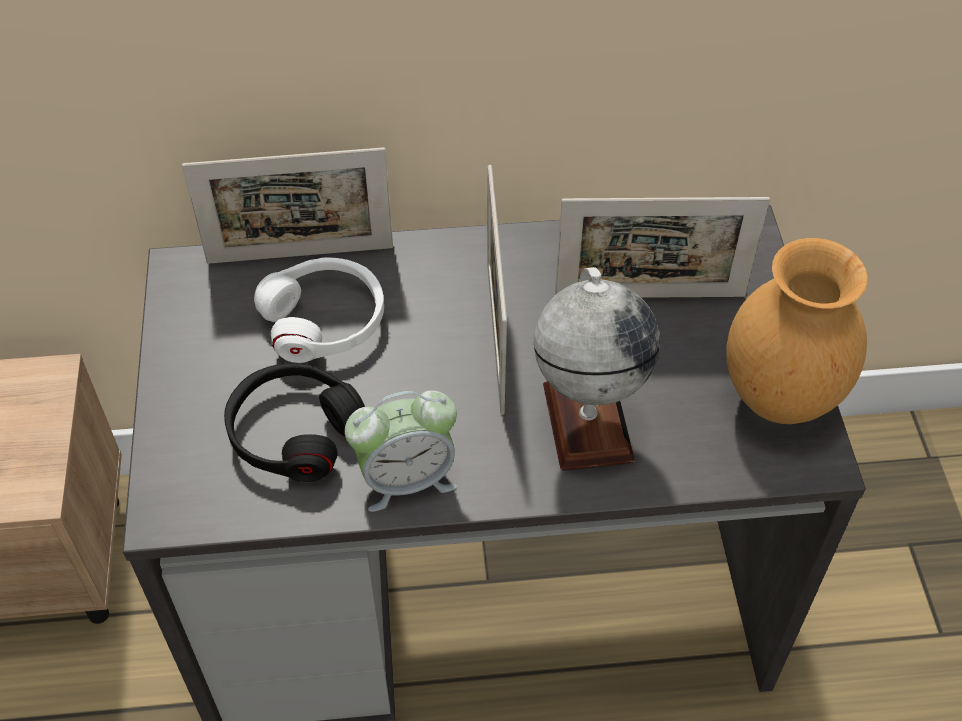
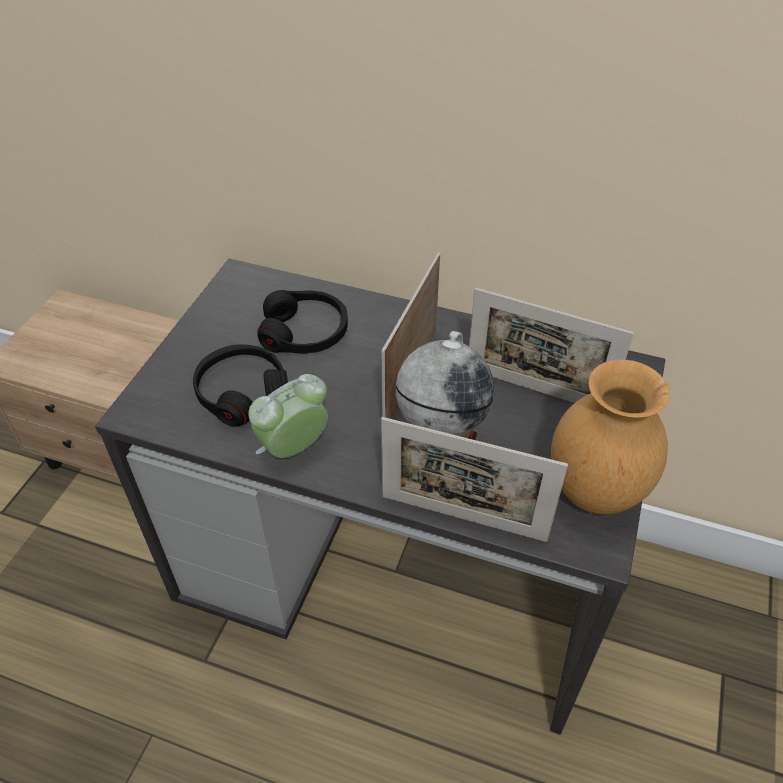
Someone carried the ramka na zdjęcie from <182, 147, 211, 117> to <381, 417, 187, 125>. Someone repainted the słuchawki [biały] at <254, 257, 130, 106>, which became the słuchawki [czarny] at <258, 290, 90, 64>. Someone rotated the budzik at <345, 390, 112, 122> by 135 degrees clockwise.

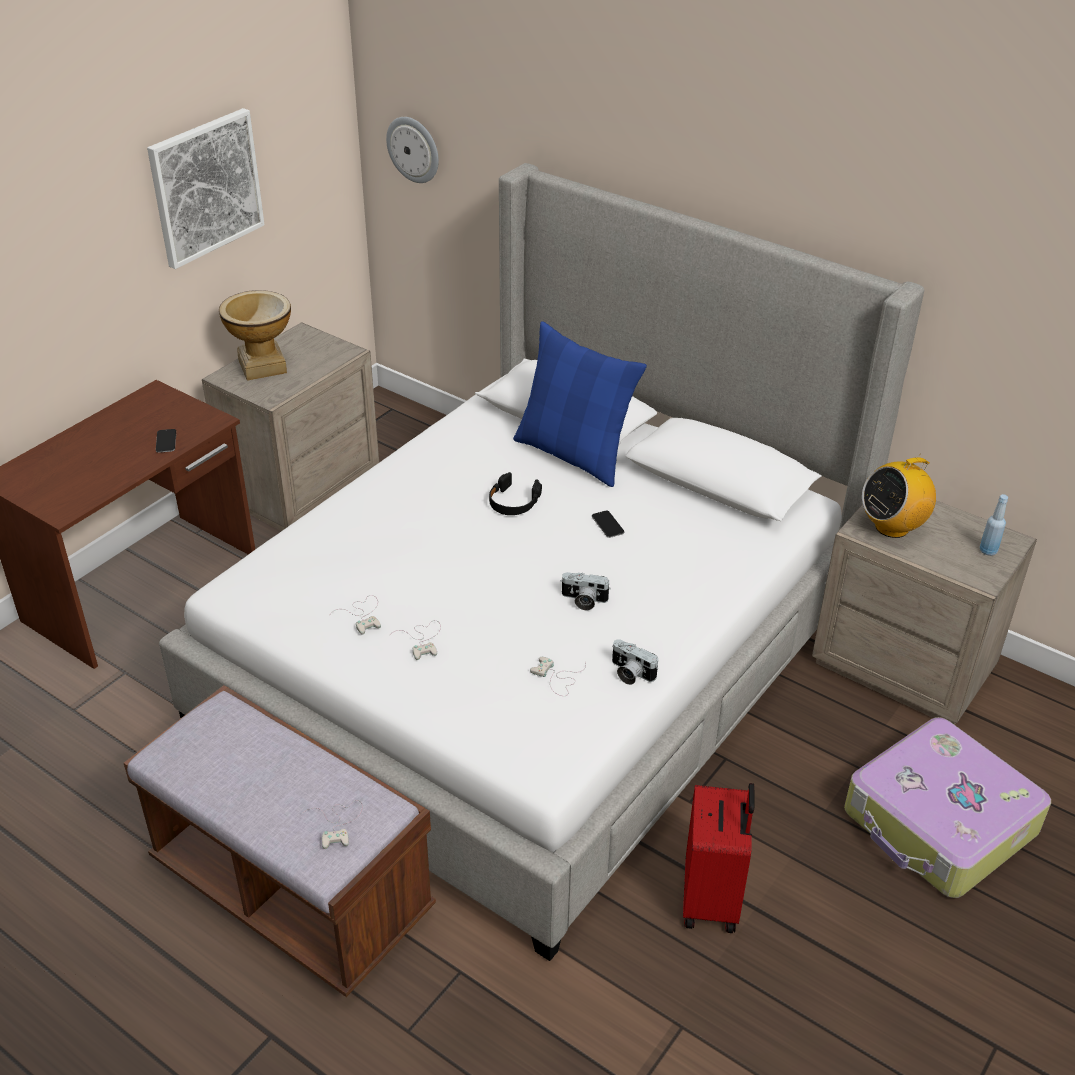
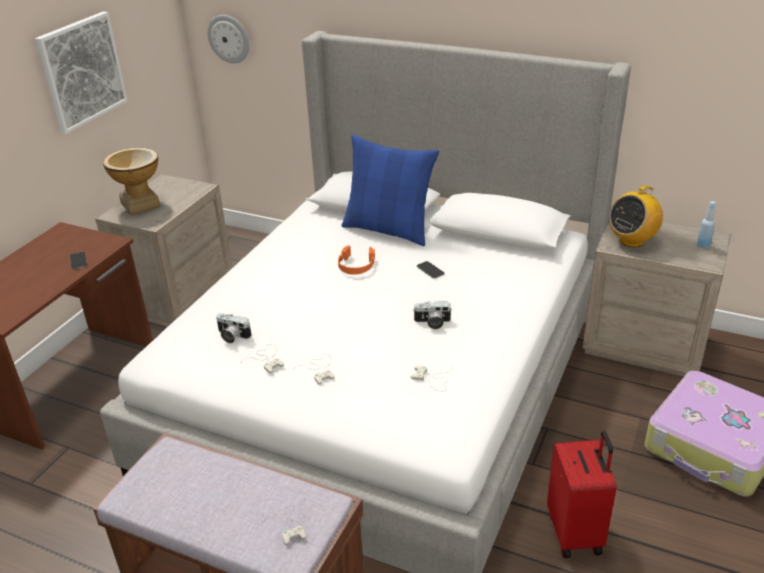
Someone carried the aparat fotograficzny from <612, 639, 46, 46> to <216, 313, 36, 30>. Someone repainted the słuchawki [czarny] at <489, 472, 53, 43>, which became the słuchawki [pomarańczowy] at <338, 245, 37, 30>.

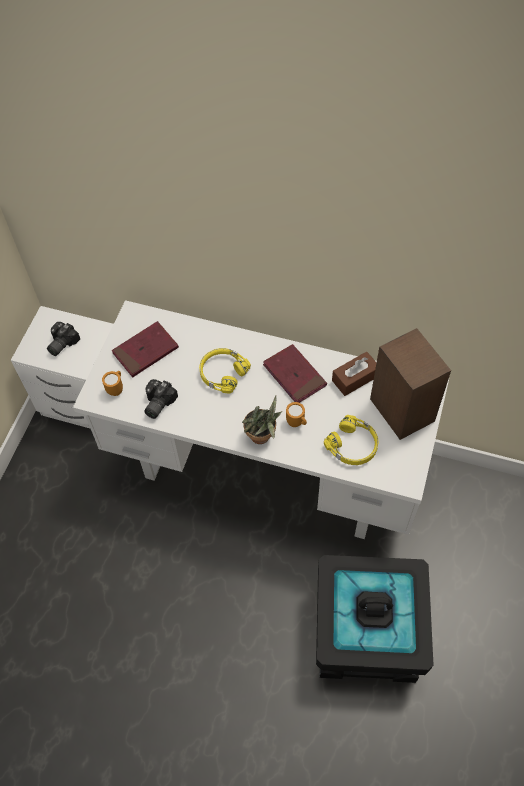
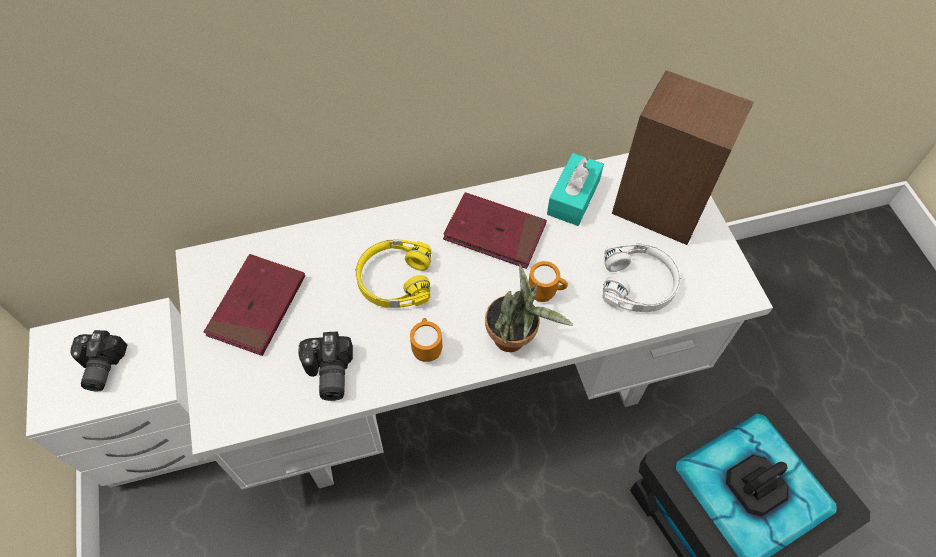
Someone carried the kubek [pomarańczowy] from <102, 371, 21, 25> to <410, 318, 32, 44>. Someone repainted the słuchawki [żółty] at <324, 415, 54, 50>, which became the słuchawki [biały] at <602, 243, 79, 69>. Someone repainted the pudełko chusteczek [brązowy] at <332, 352, 45, 44>, which became the pudełko chusteczek [turkusowy] at <547, 153, 57, 73>.

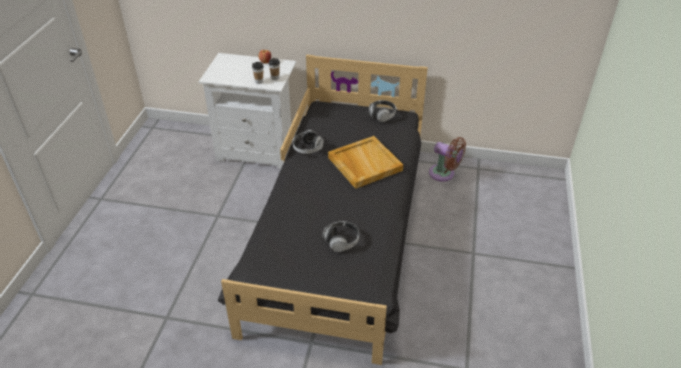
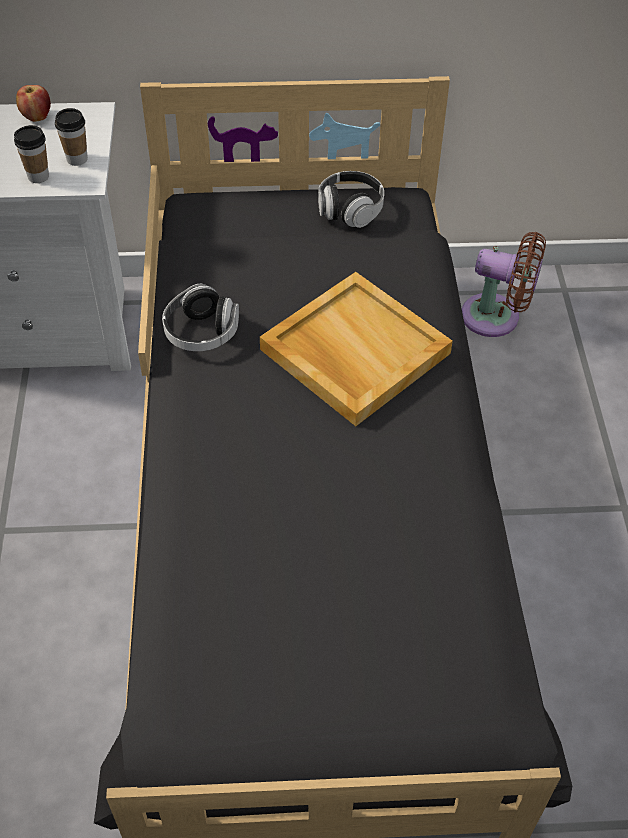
Someone took away the słuchawki at <322, 221, 37, 31>.

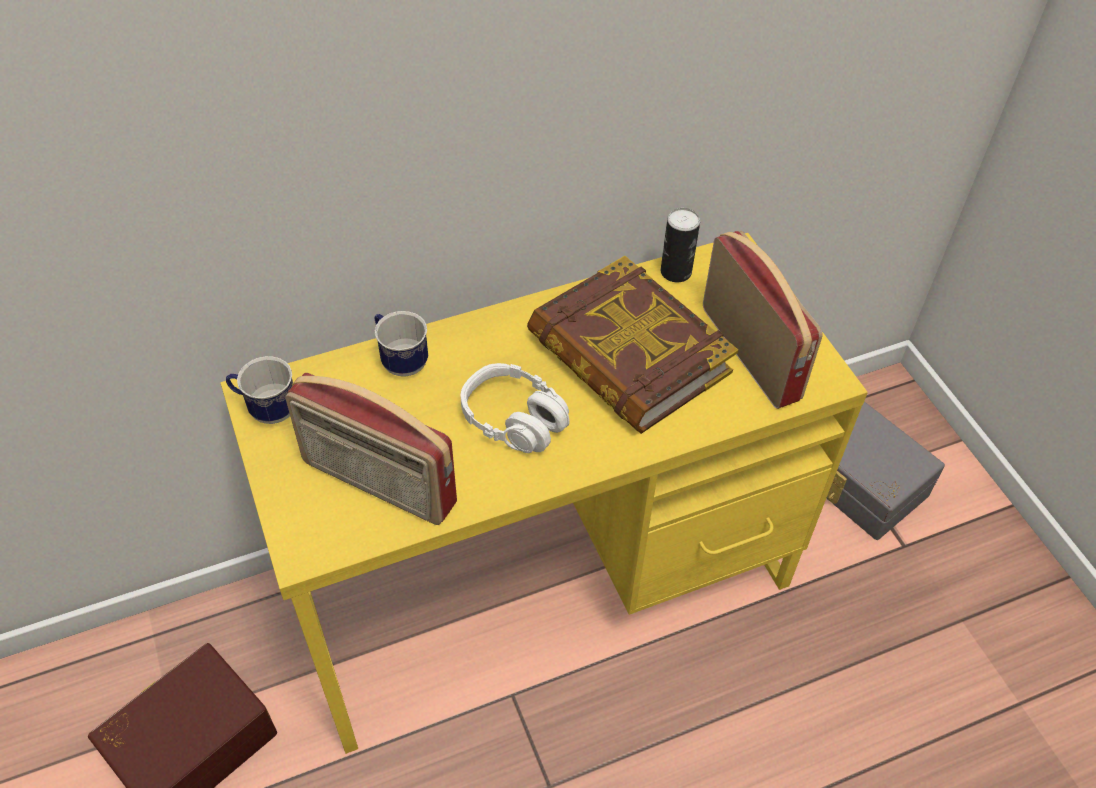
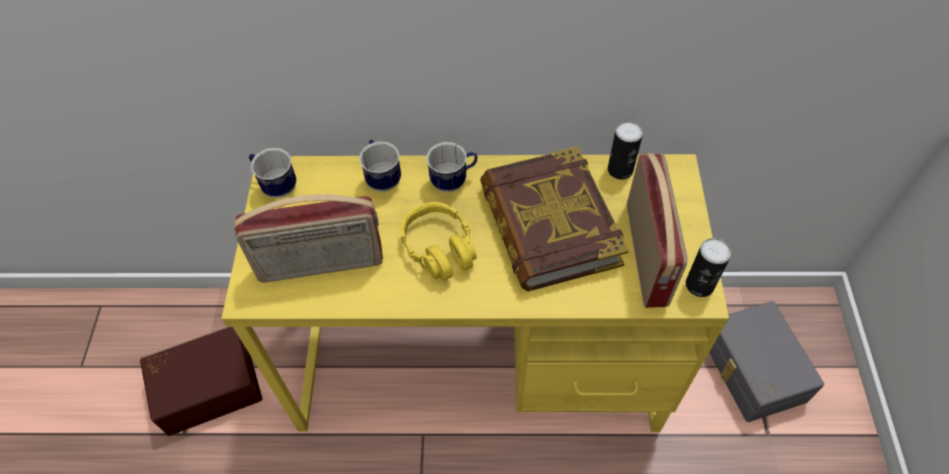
Someone put down the kubek at <426, 142, 52, 50>. Someone put down the puszka at <686, 238, 45, 59>. Someone repainted the słuchawki [biały] at <460, 363, 110, 90>, which became the słuchawki [żółty] at <401, 202, 76, 79>. Someone rotated the radio at <285, 373, 172, 152> by 60 degrees counterclockwise.

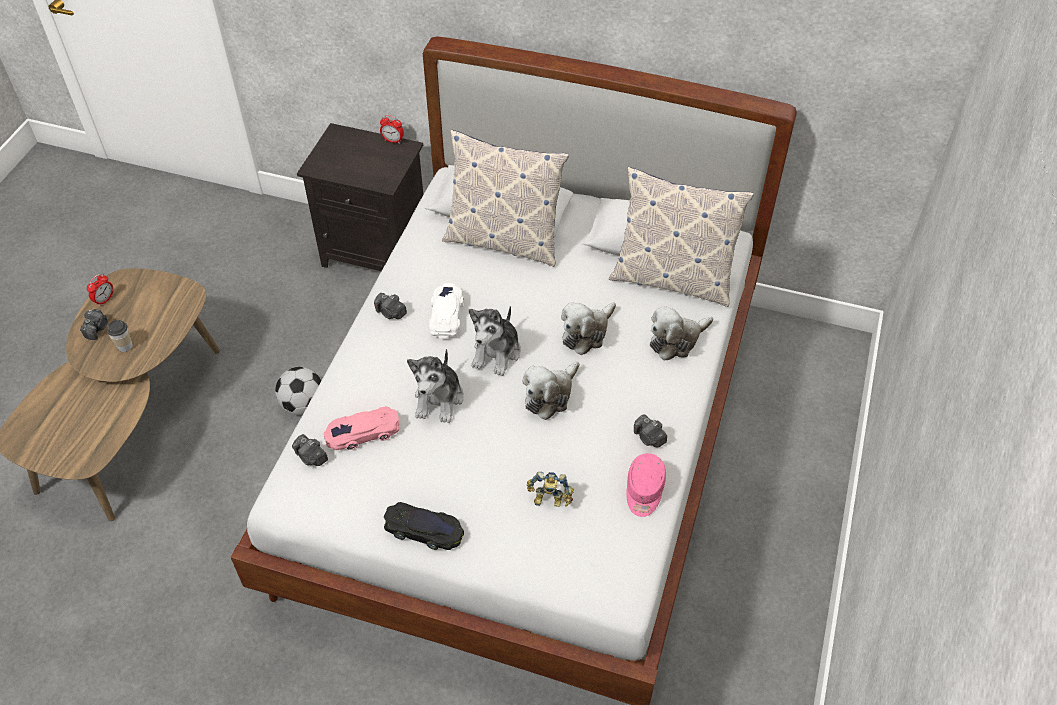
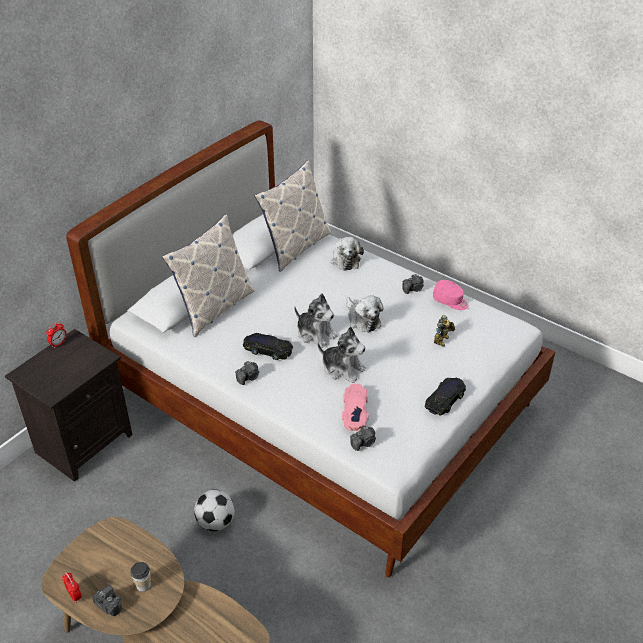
Someone took away the pluszak at <561, 302, 55, 53>. Someone repainted the samochodzik [biały] at <429, 283, 35, 55>, which became the samochodzik [czarny] at <243, 333, 50, 27>.

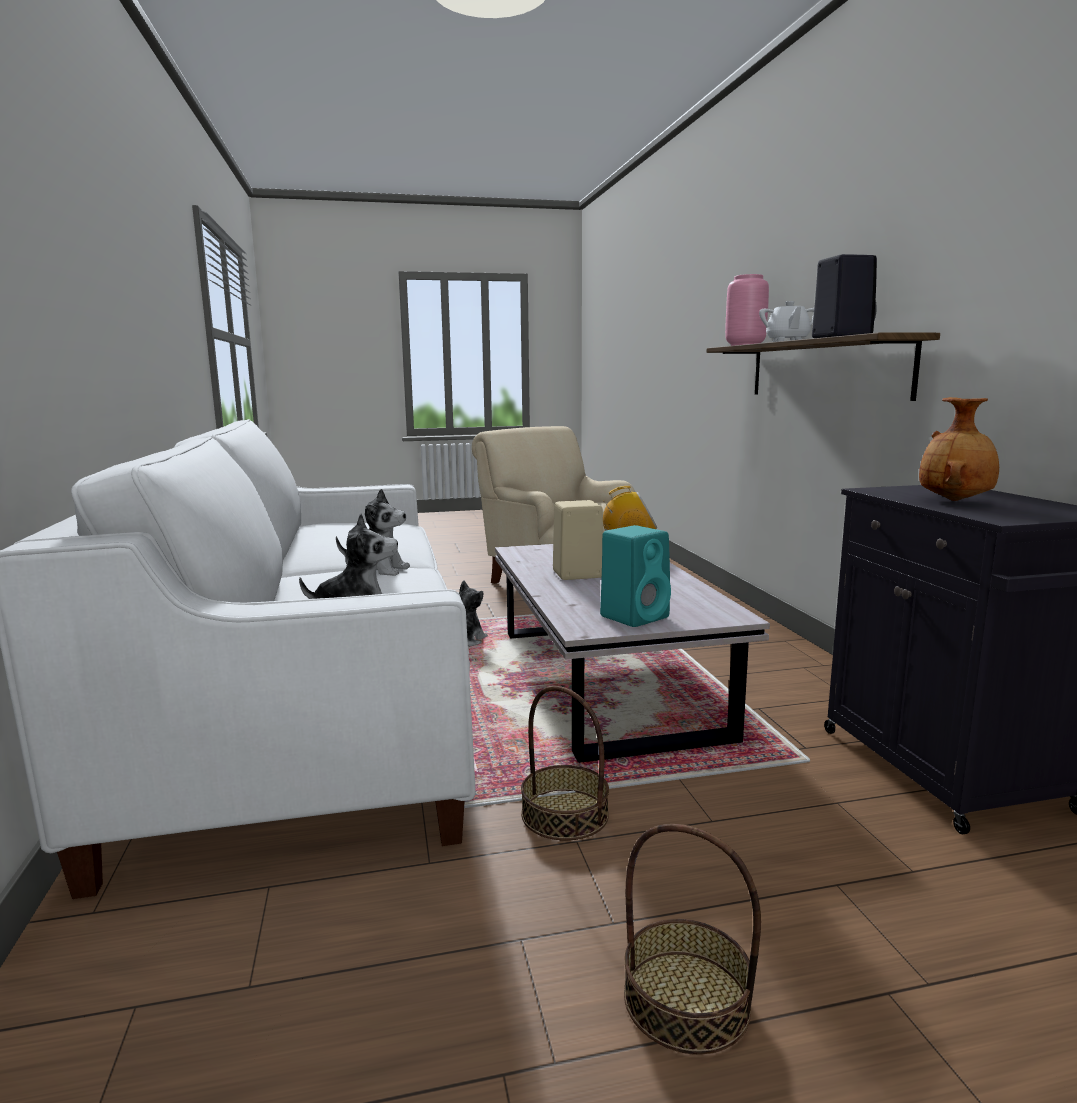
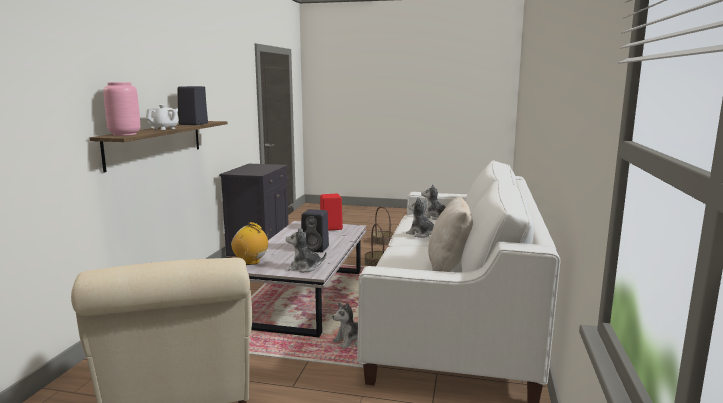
Someone took away the wazon [brązowy] at <919, 397, 80, 104>. Someone put down the pluszak at <286, 228, 40, 44>. Someone put down the poduszka [beżowy] at <428, 196, 45, 76>. Someone repainted the głośnik [beżowy] at <553, 500, 50, 80>, which became the głośnik [czarny] at <301, 209, 28, 43>. Someone repainted the głośnik [turkusowy] at <600, 525, 71, 102>, which became the głośnik [czerwony] at <320, 194, 23, 37>.

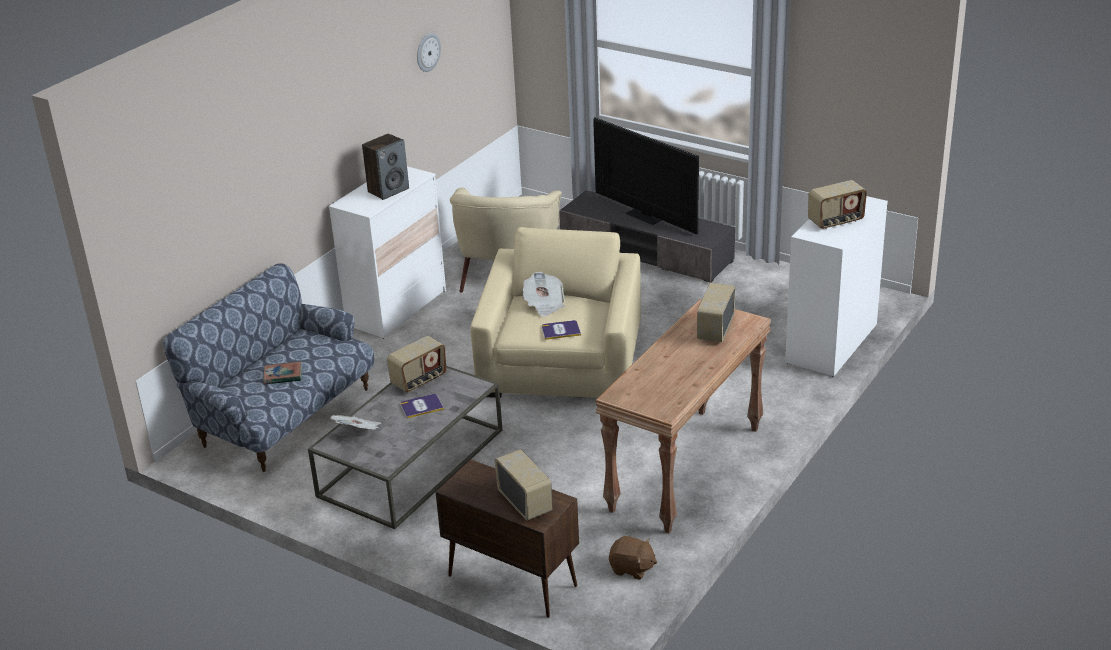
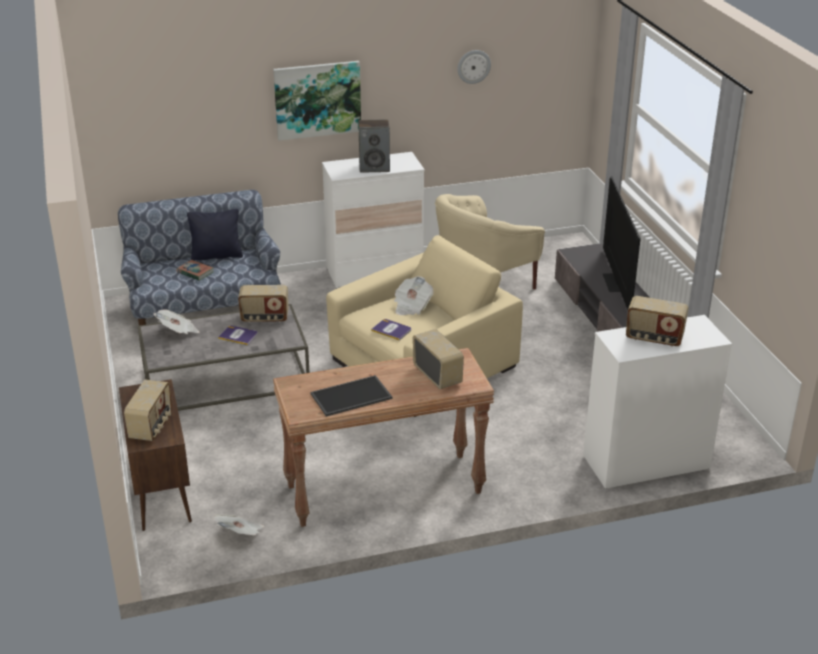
Someone put down the poduszka [czarny] at <187, 209, 56, 52>. Someone put up the obraz at <273, 61, 88, 80>. Someone put down the taca at <310, 375, 83, 42>. Someone swapped the pluszak [brązowy] at <609, 536, 48, 44> for the gazeta at <213, 515, 51, 21>. Someone rotated the radio at <697, 283, 38, 59> by 90 degrees clockwise.

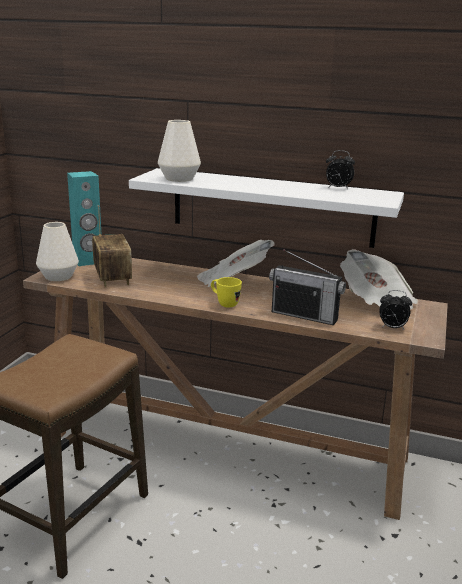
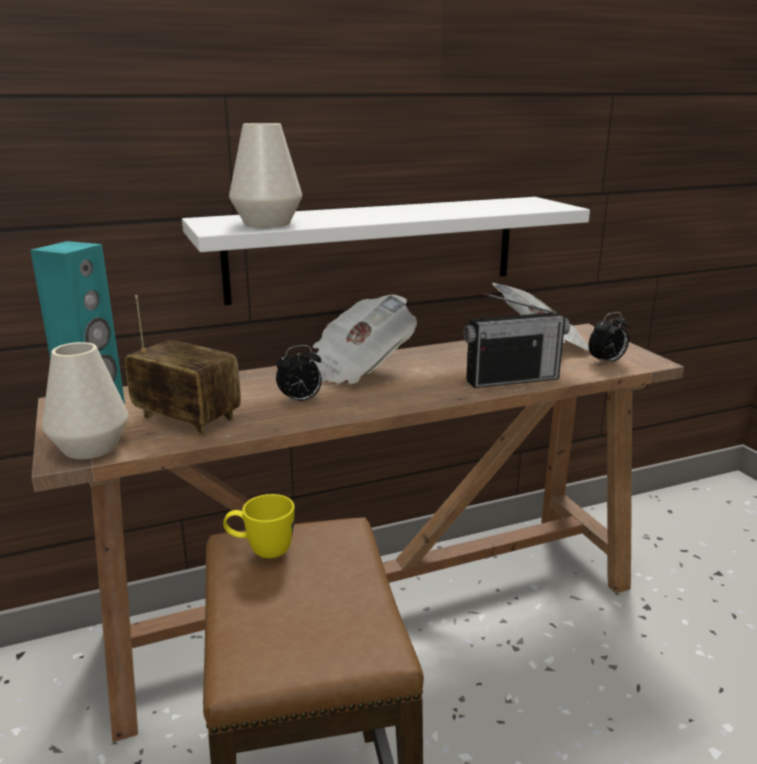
Someone carried the kubek [żółty] from <211, 277, 31, 30> to <223, 494, 72, 64>. Someone carried the budzik from <326, 150, 29, 39> to <276, 345, 46, 60>.

